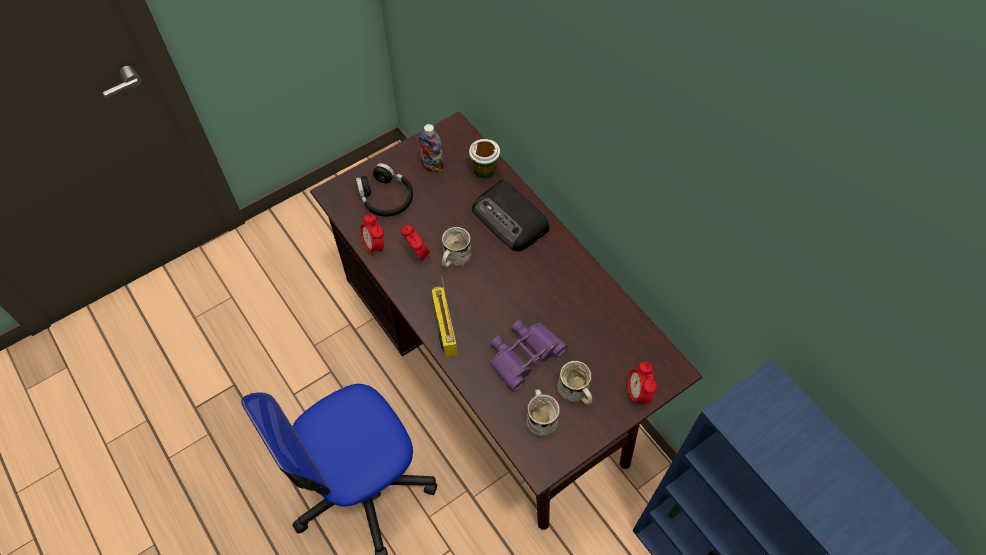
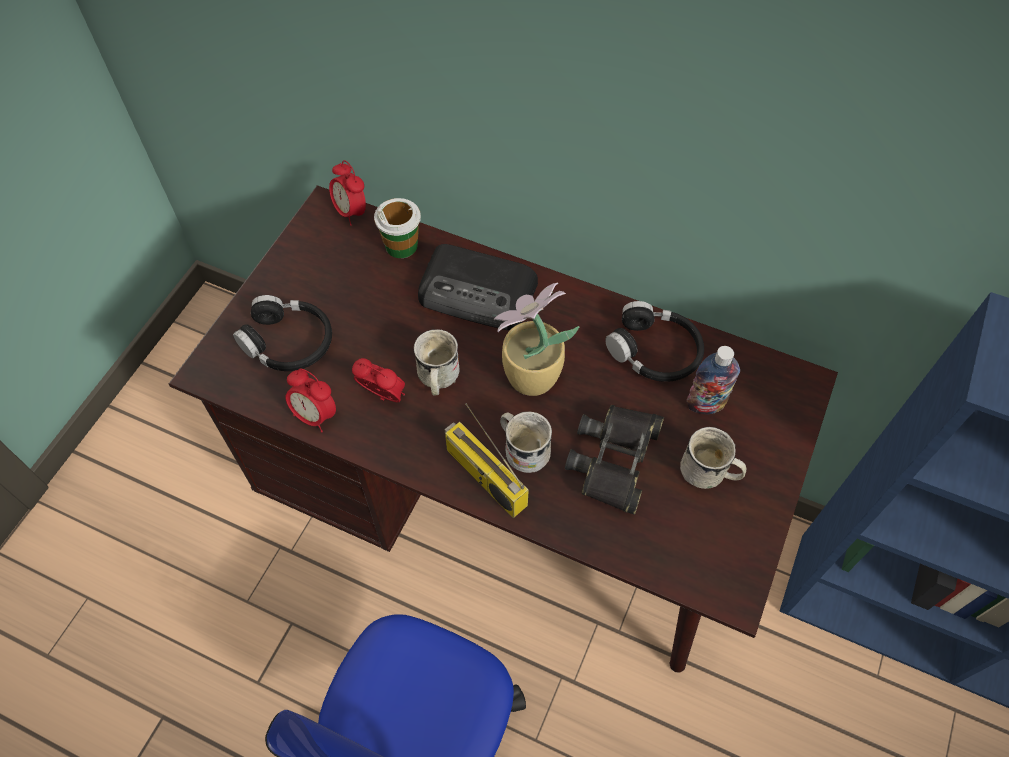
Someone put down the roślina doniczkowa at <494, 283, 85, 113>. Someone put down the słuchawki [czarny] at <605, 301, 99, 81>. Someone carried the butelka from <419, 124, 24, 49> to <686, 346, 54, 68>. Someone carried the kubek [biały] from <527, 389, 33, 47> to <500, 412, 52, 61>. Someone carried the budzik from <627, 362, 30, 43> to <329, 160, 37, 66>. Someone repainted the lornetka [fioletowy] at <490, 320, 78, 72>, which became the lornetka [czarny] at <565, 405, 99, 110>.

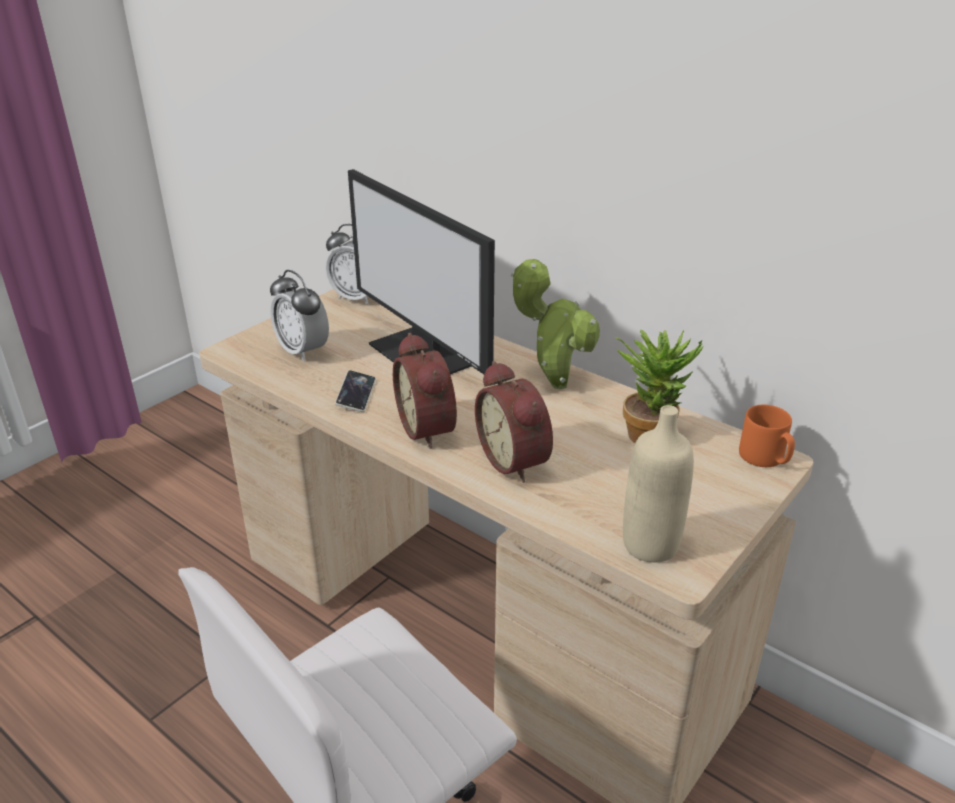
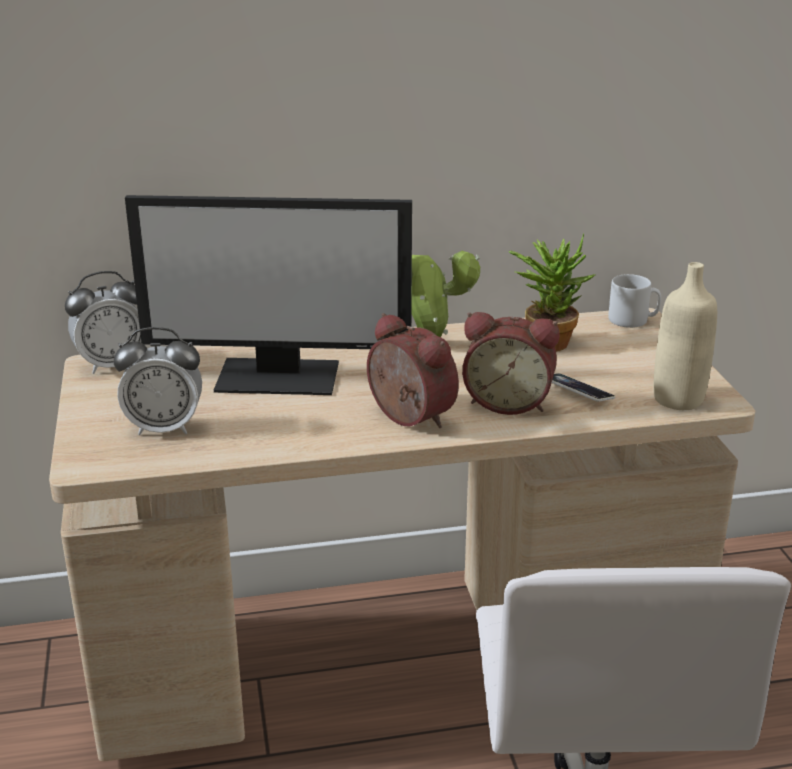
Someone carried the telefon from <335, 370, 41, 42> to <552, 373, 63, 29>. Someone repainted the kubek [pomarańczowy] at <739, 405, 56, 62>, which became the kubek [szary] at <608, 274, 53, 54>. Someone rotated the budzik at <393, 333, 64, 116> by 150 degrees counterclockwise.

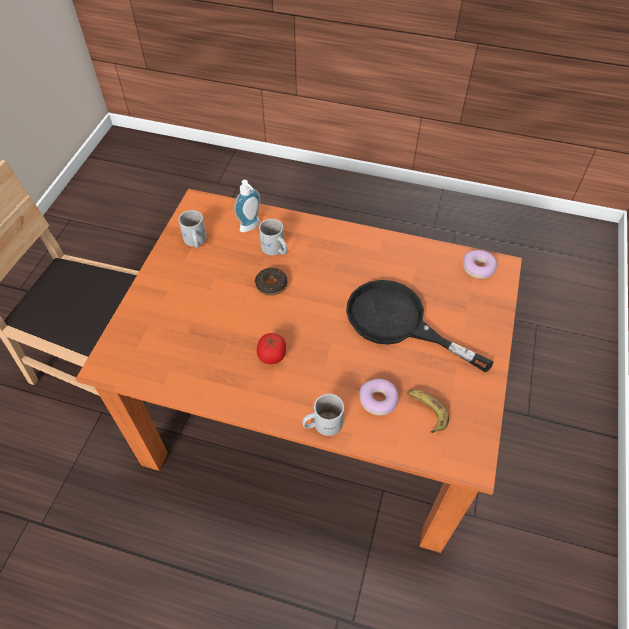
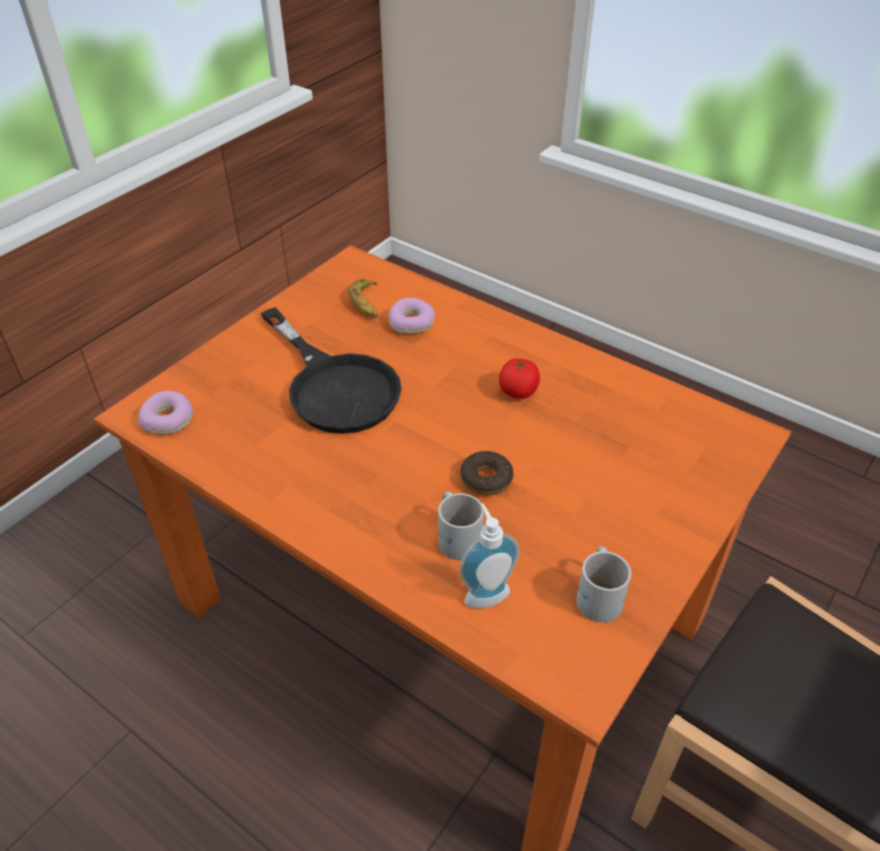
Someone took away the kubek [biały] at <302, 394, 42, 42>.

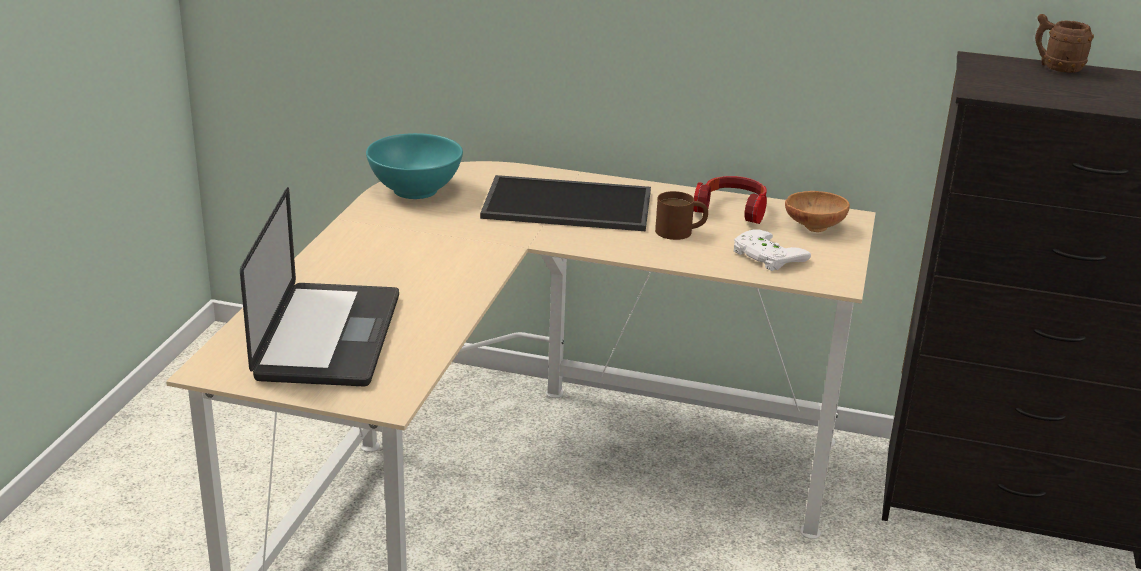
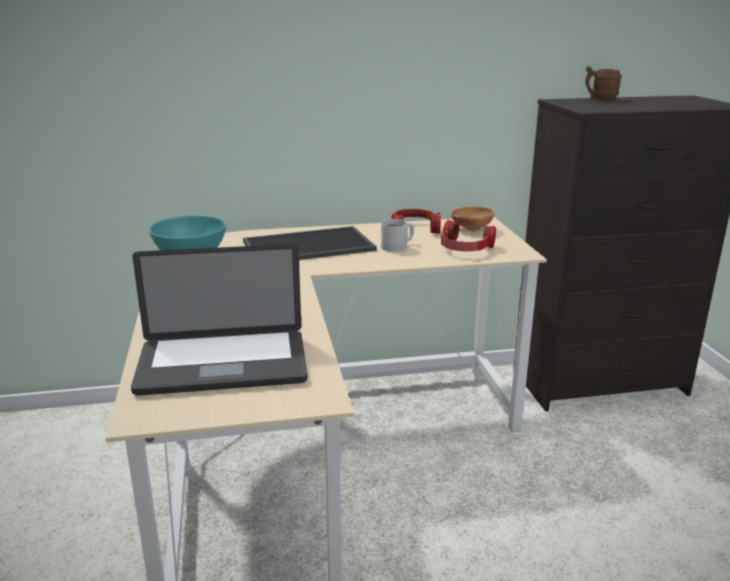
Someone swapped the pad do gier [biały] at <734, 230, 77, 41> for the słuchawki at <441, 220, 55, 31>. Someone repainted the kubek [brązowy] at <655, 191, 53, 49>, which became the kubek [biały] at <381, 219, 33, 33>. Someone rotated the laptop at <240, 187, 159, 200> by 105 degrees clockwise.

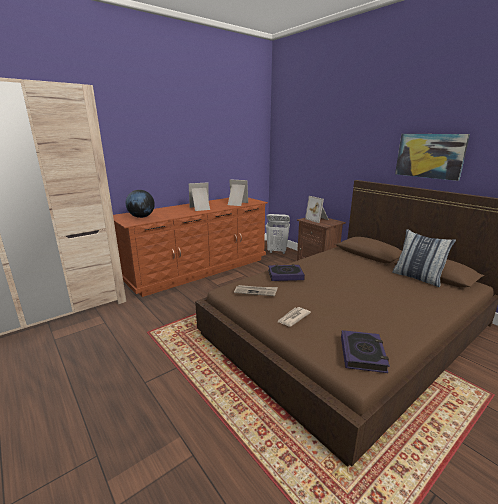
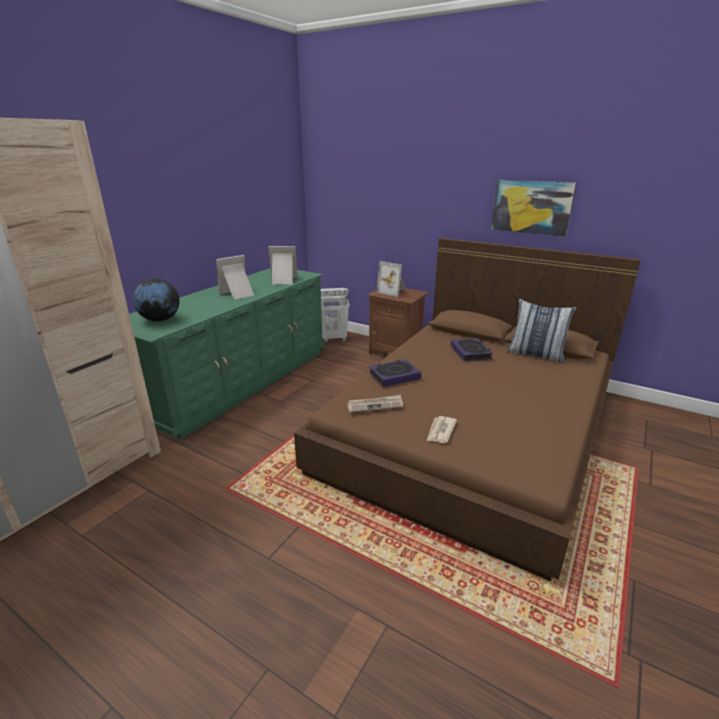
Someone carried the książka from <341, 330, 49, 43> to <451, 338, 42, 23>. Someone repainted the komoda [brązowy] at <113, 198, 155, 99>, which became the komoda [zielony] at <129, 268, 196, 171>.

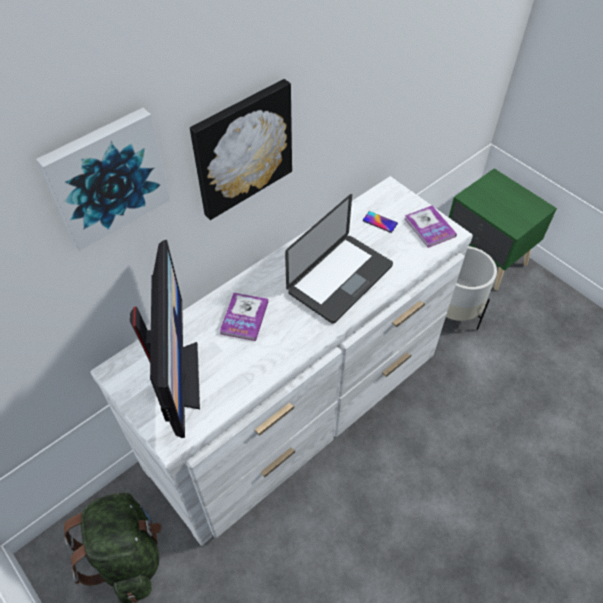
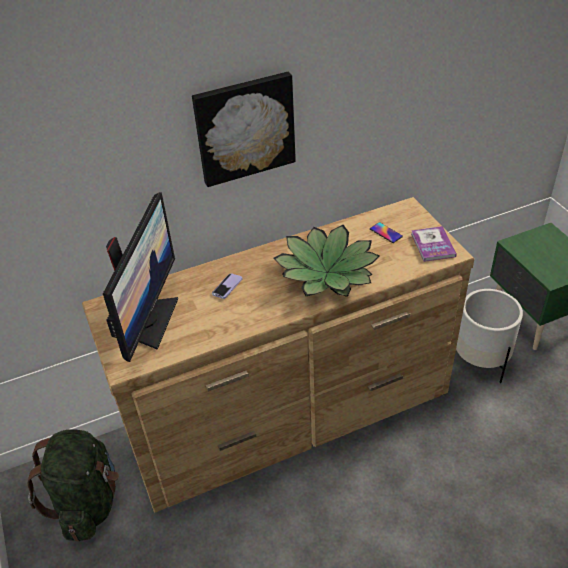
Someone took away the obraz at <36, 108, 134, 143>. Someone swapped the książka at <220, 293, 48, 48> for the telefon at <212, 273, 31, 26>. Someone swapped the laptop at <285, 194, 108, 130> for the roślina doniczkowa at <273, 225, 107, 72>. Someone repainted the komoda [biały] at <90, 176, 383, 370>, which became the komoda [brązowy] at <82, 197, 393, 316>.

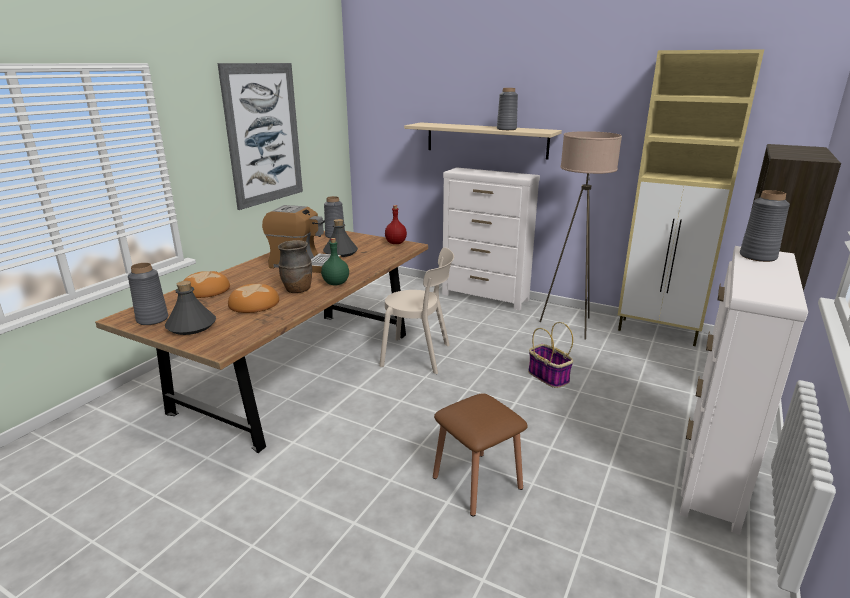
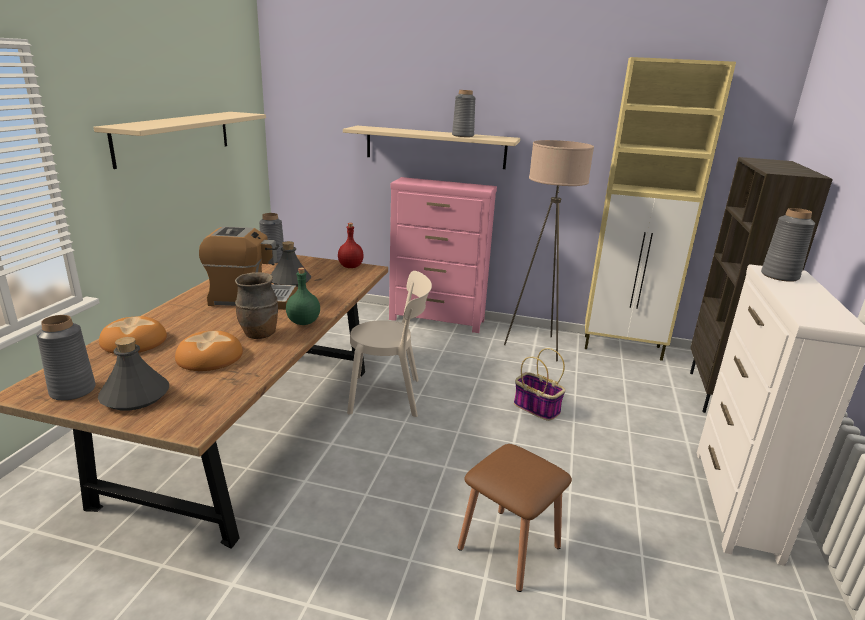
Someone swapped the obraz at <217, 63, 86, 147> for the półka [beżowy] at <94, 112, 172, 57>. Someone repainted the komoda [biały] at <442, 167, 98, 143>, which became the komoda [różowy] at <389, 177, 108, 156>.

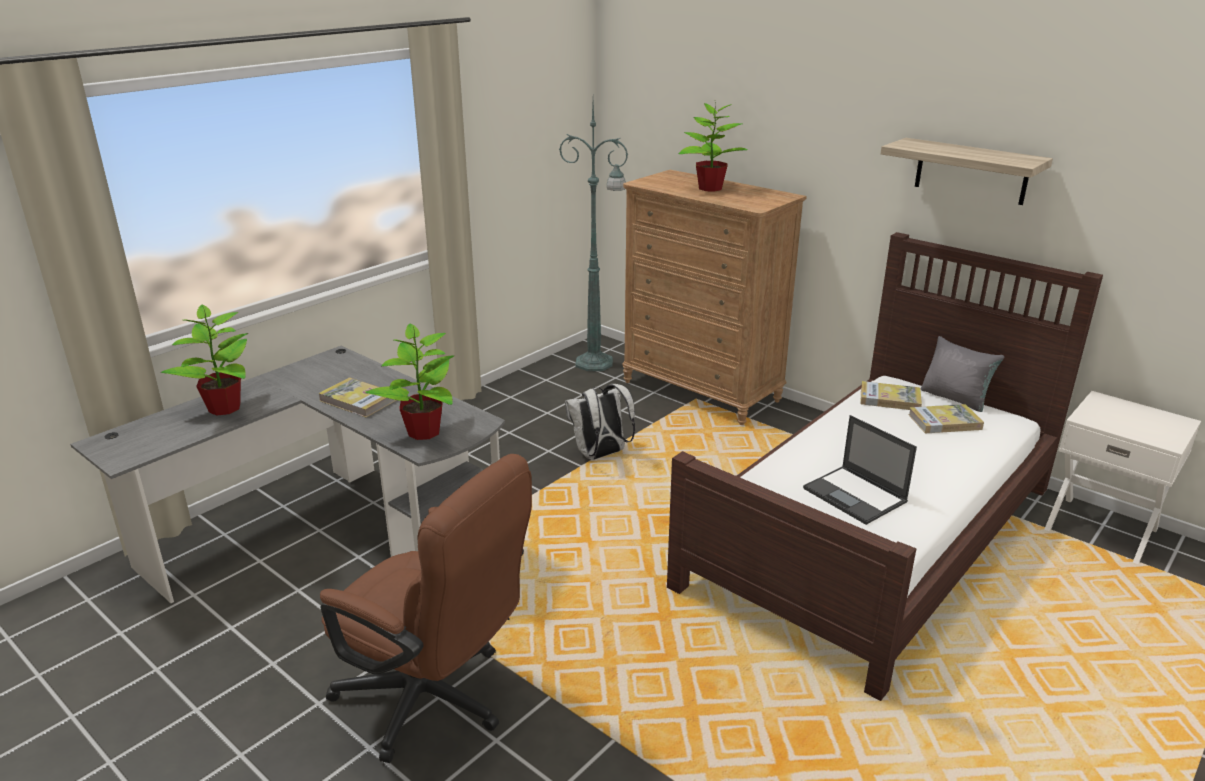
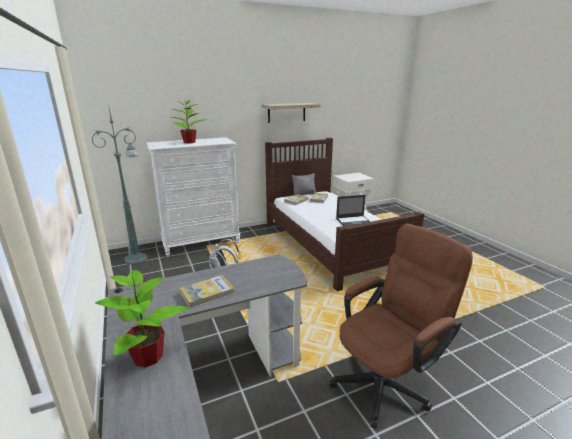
Someone took away the roślina doniczkowa at <365, 323, 89, 117>. Someone repainted the komoda [brązowy] at <622, 170, 185, 255>, which became the komoda [biały] at <146, 137, 94, 120>.

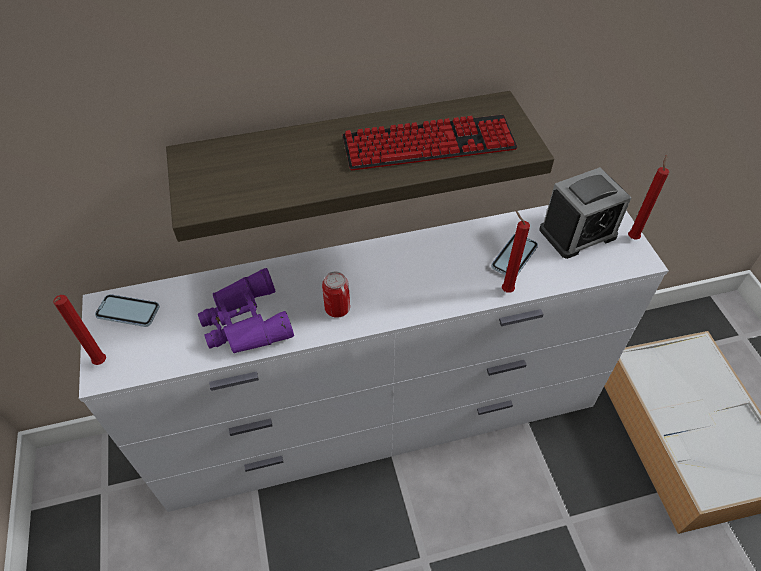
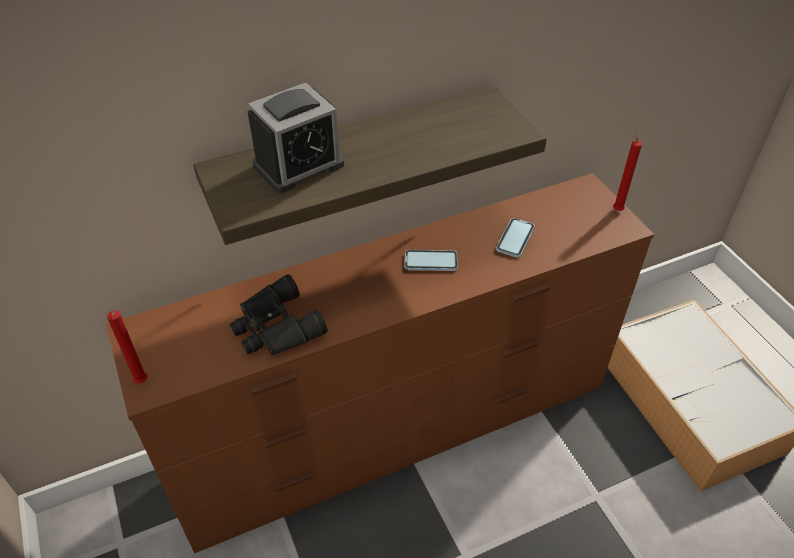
Someone took away the puszka at <322, 271, 28, 47>. Someone took away the klawiatura at <342, 115, 176, 55>. Someone took away the świeca [czerwony] at <502, 210, 28, 83>. Someone carried the telefon from <95, 294, 65, 33> to <405, 250, 53, 21>. Someone carried the budzik from <539, 167, 92, 92> to <248, 83, 96, 110>. Someone repainted the komoda [biały] at <79, 205, 590, 307>, which became the komoda [brązowy] at <106, 173, 548, 381>. Someone repainted the lornetka [fioletowy] at <198, 268, 96, 85>, which became the lornetka [czarny] at <229, 274, 99, 81>.

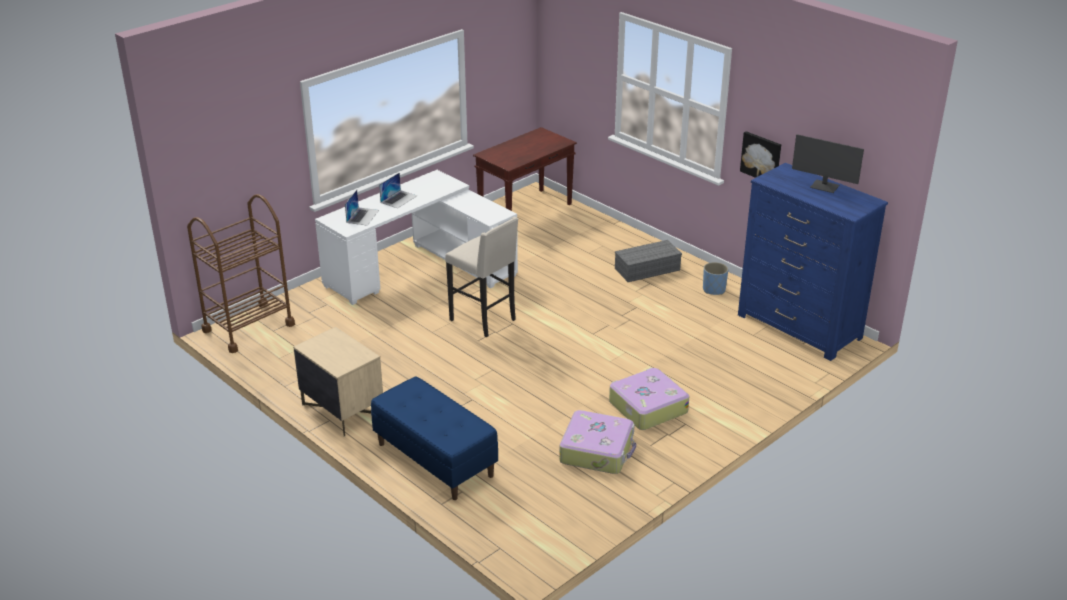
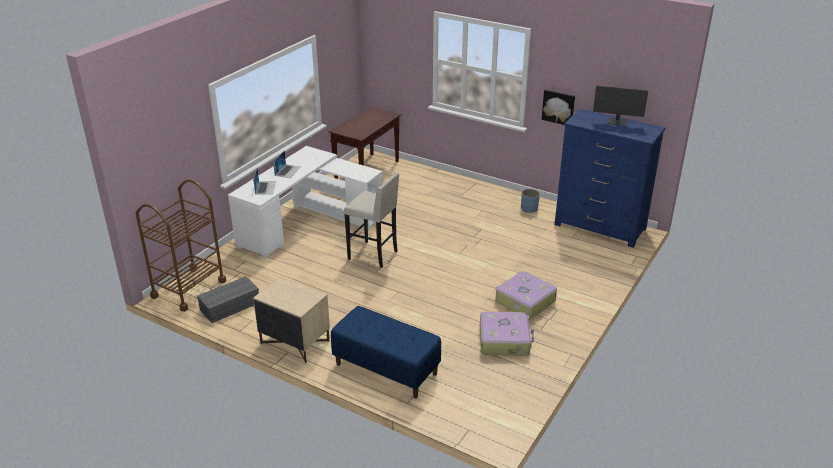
Someone carried the pojemnik do przechowywania [szary] from <615, 240, 67, 42> to <197, 276, 62, 47>.

